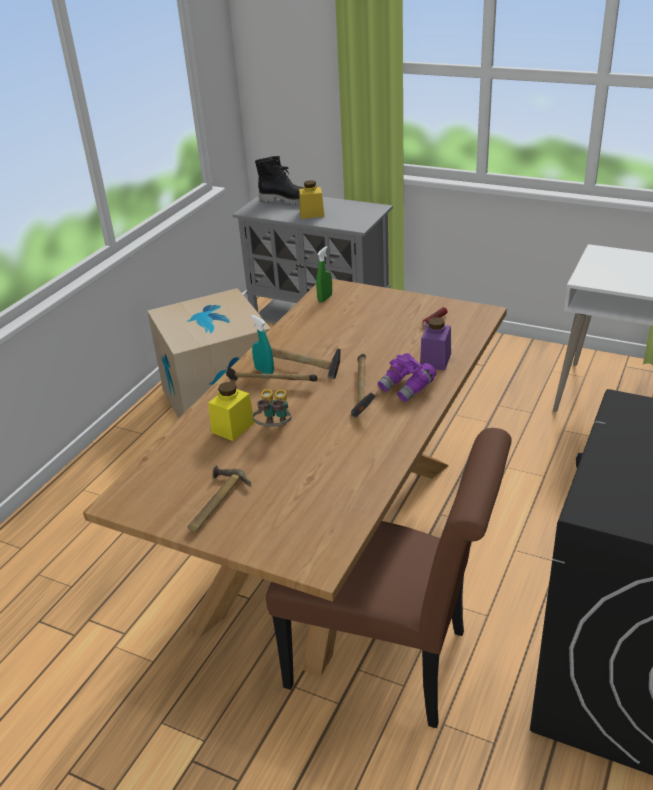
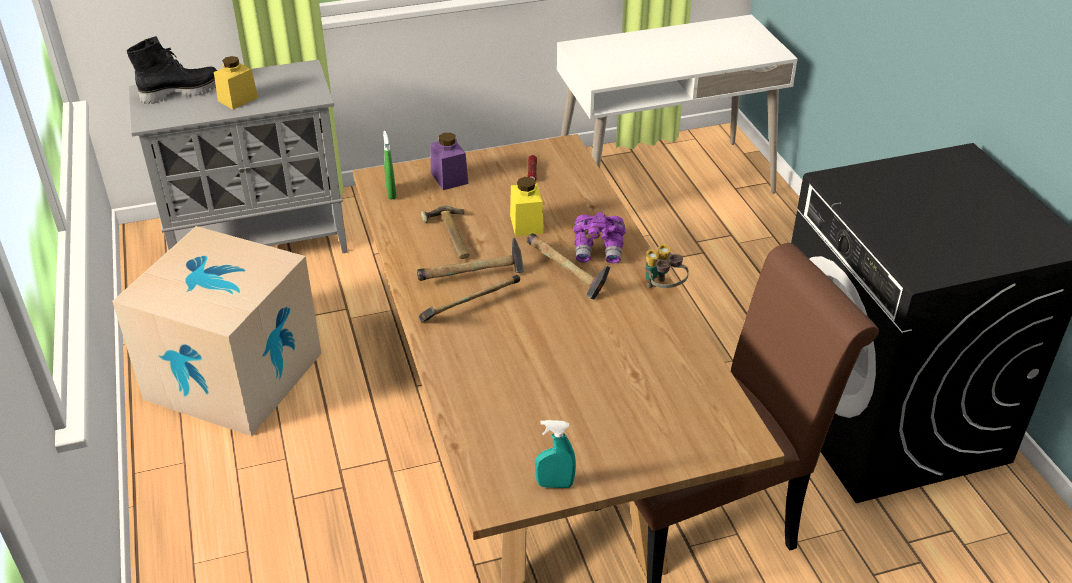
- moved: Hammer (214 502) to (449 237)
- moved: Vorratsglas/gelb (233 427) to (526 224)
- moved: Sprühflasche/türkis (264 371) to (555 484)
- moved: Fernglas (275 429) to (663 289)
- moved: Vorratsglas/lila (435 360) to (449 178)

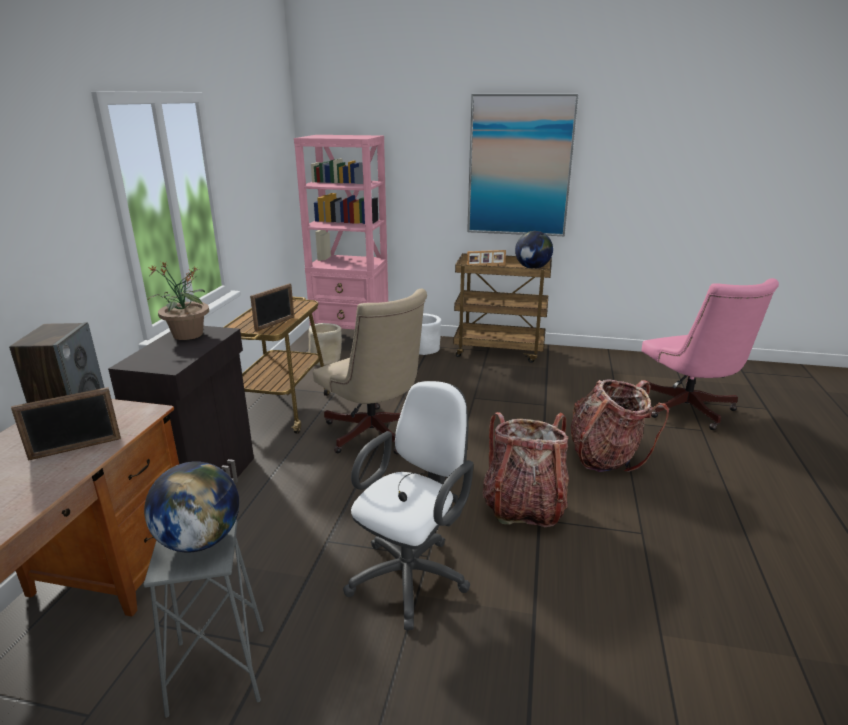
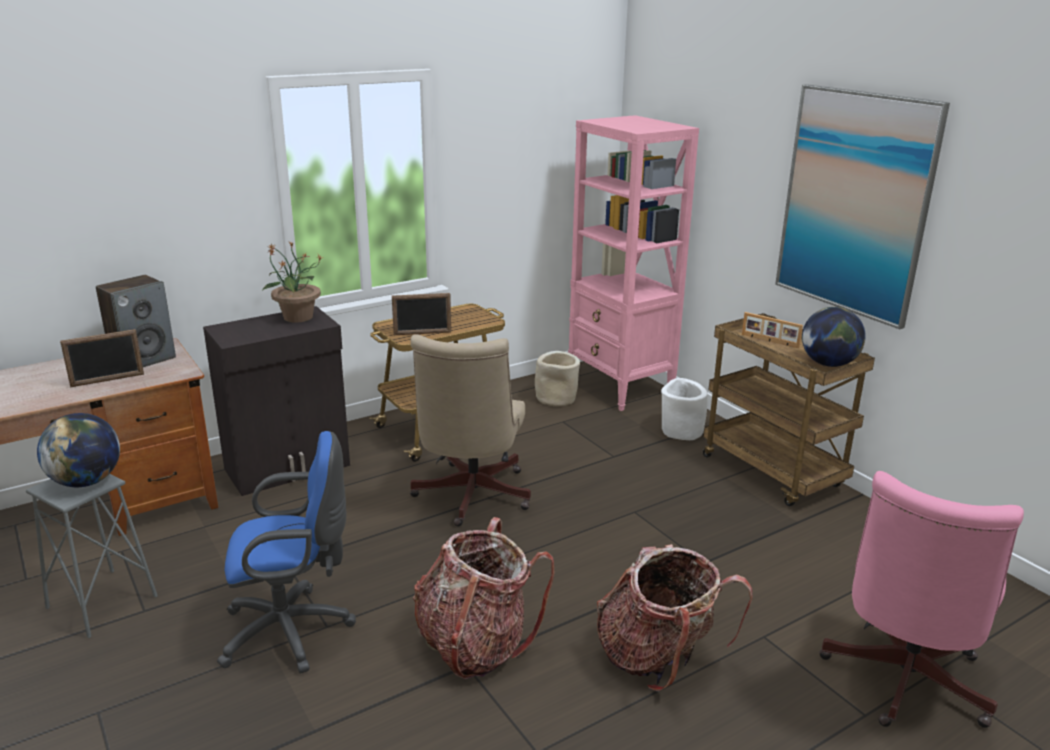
- turned: Bilderrahmen (76 449) = (107 380) 45 degrees counterclockwise
- recoloured: Bürostuhl/weiß (412 574) to Bürostuhl/blau (293 631)

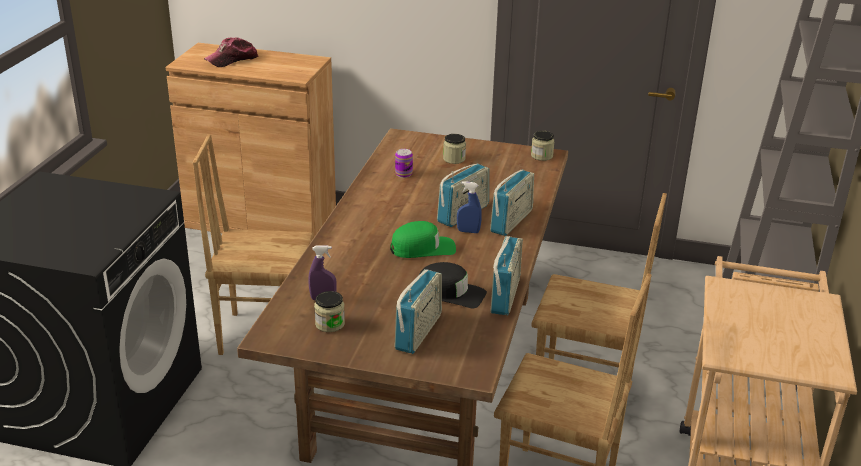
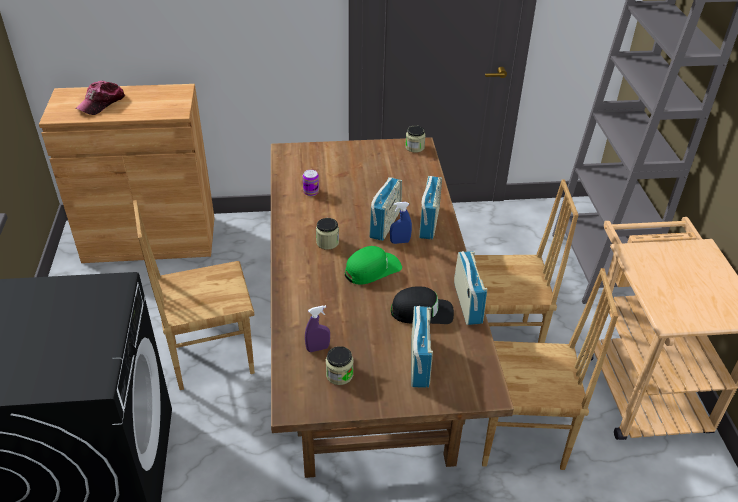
- moved: Vorratsglas (454 159) to (327 242)

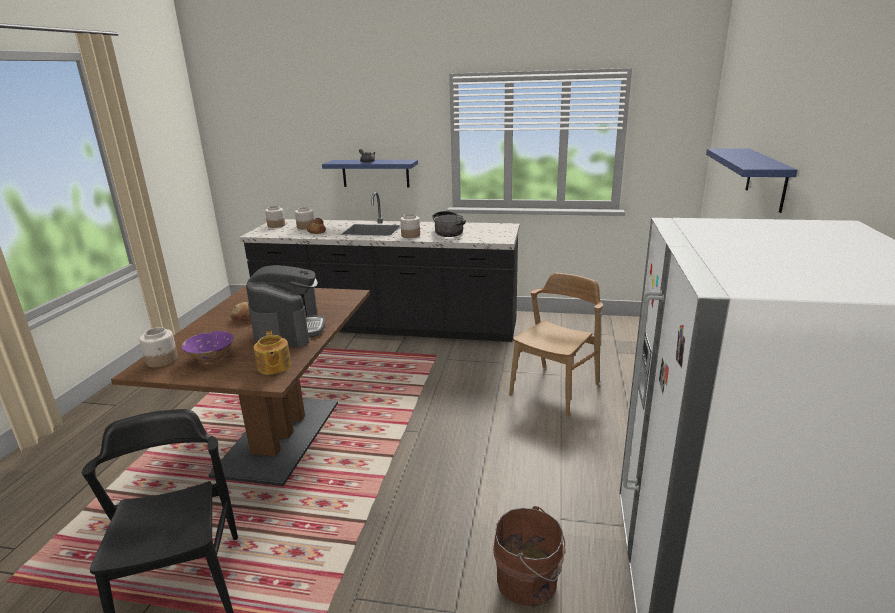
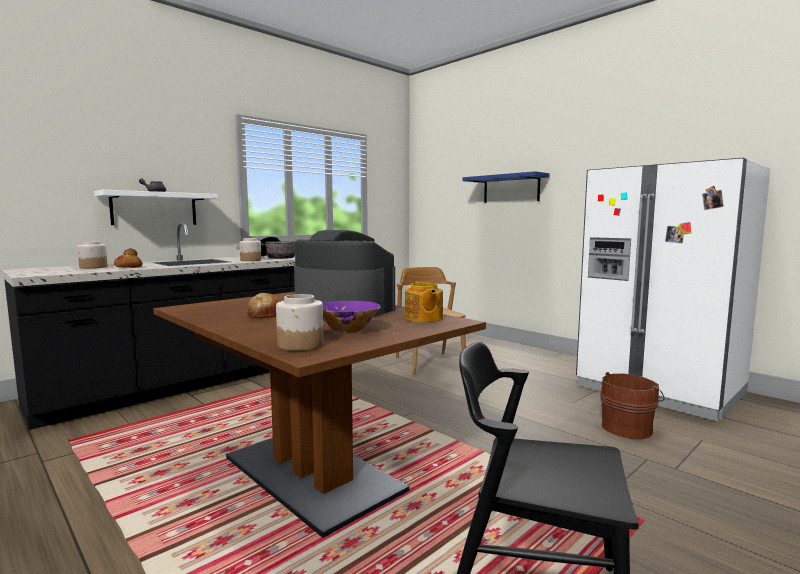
- turned: Teekanne (274 367) = (423 318) 60 degrees clockwise
- removed: Vorratsglas (276 225)
- recoloured: Wandregal/blau (375 173) to Wandregal/weiß (154 209)

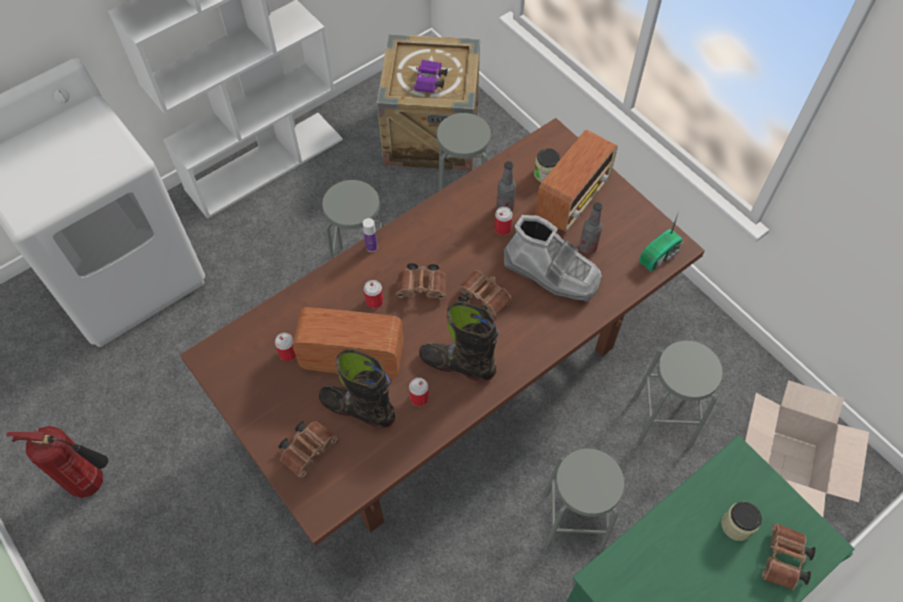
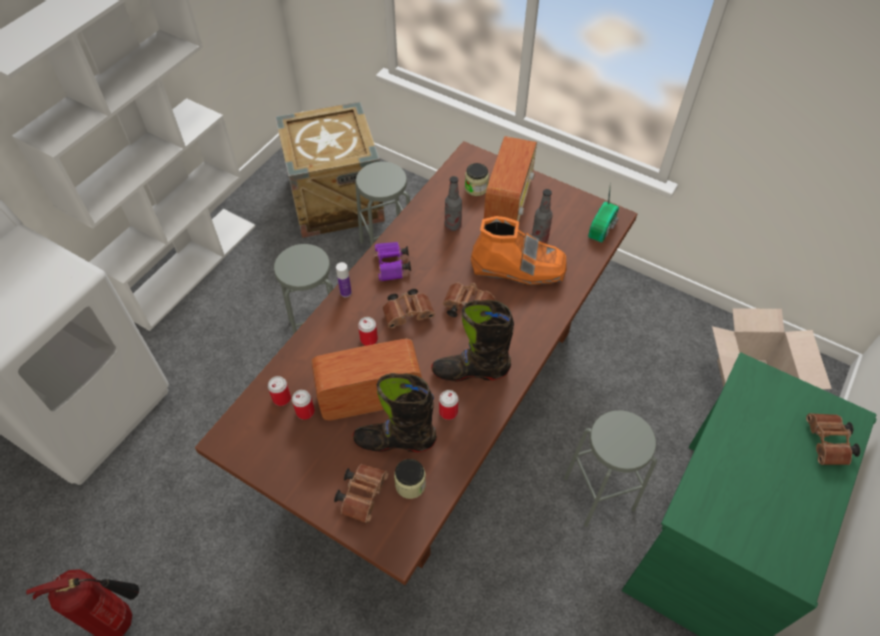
- moved: Fernglas/lila (430 82) to (392 267)
- moved: Dose (502 228) to (281 398)
- recoloured: Stiefel/grau (552 272) to Stiefel/orange (518 267)
- removed: Hocker/grau (662 421)
- moved: Vorratsglas (737 525) to (410 484)

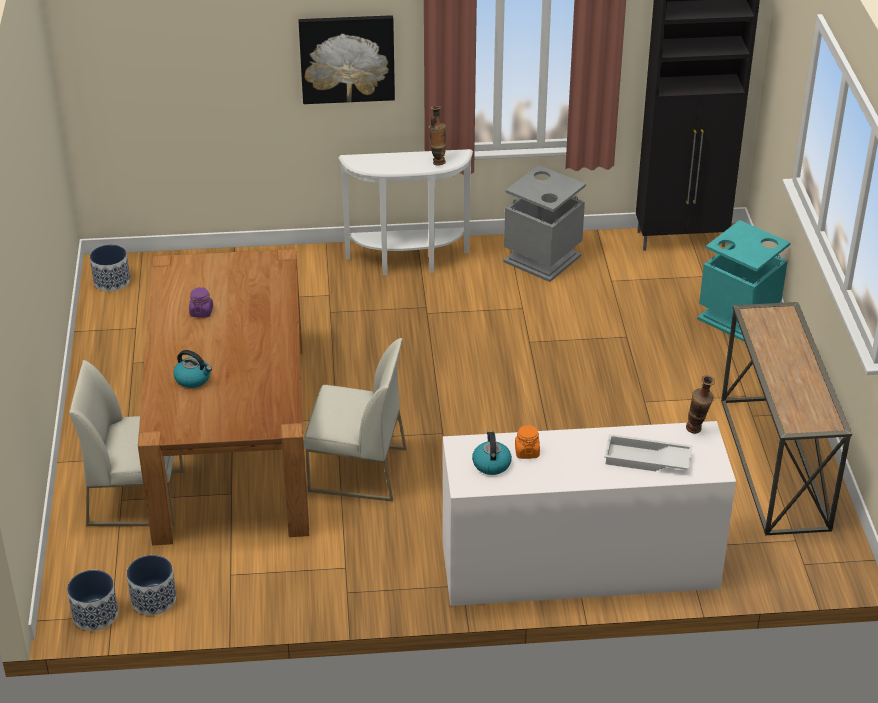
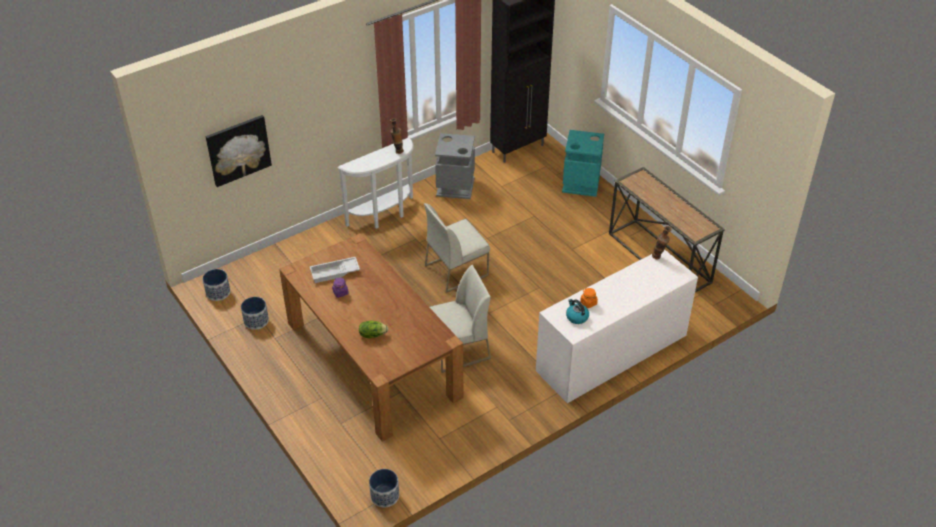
- moved: Stuhl/weiß (137 497) to (456 270)
- moved: Pflanzkübel (153 599) to (256 321)
- replaced: Wasserkessel (193 379) to Salatkopf (372 334)
- moved: Bild (347 58) to (238 150)
- moved: Tablett/weiß (646 460) to (334 273)

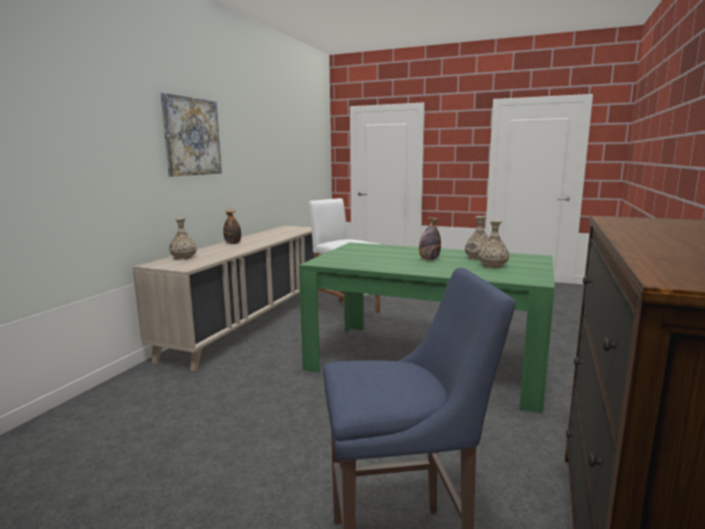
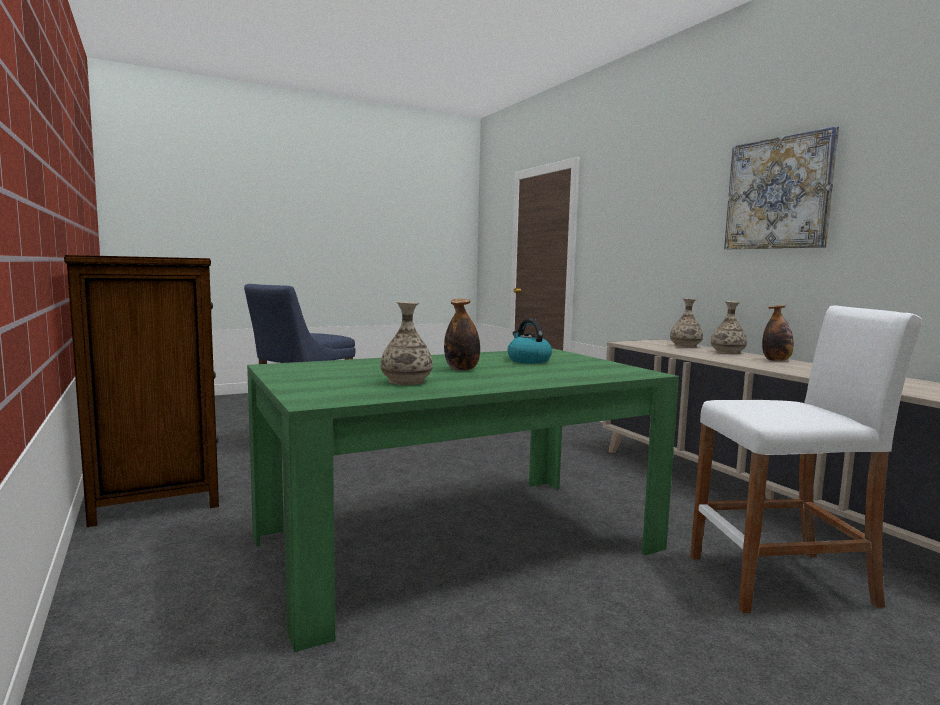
- moved: Vase (492 265) to (728 352)
- added: Wasserkessel (528 360)

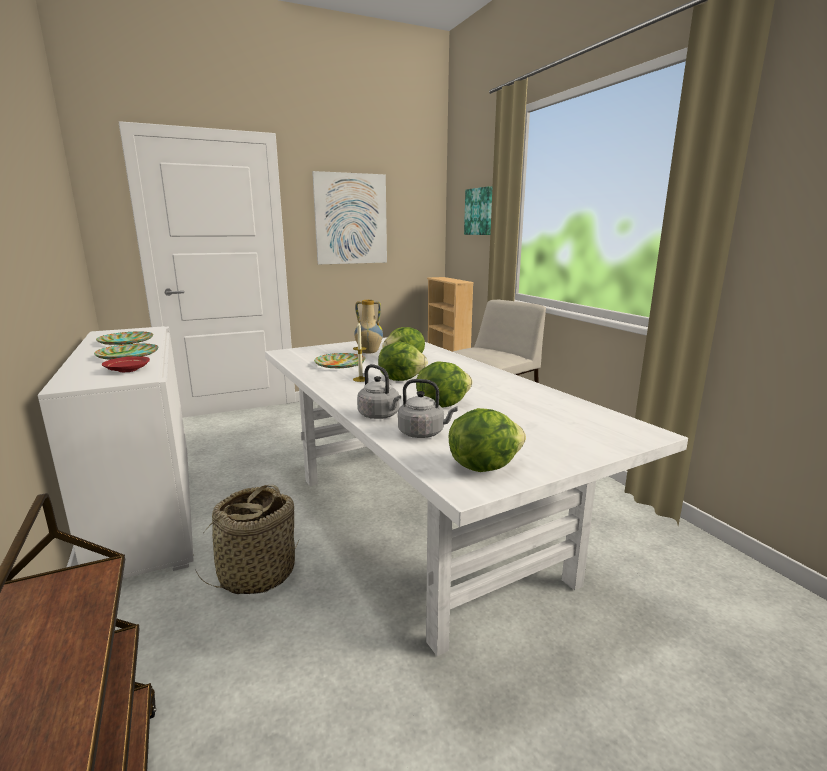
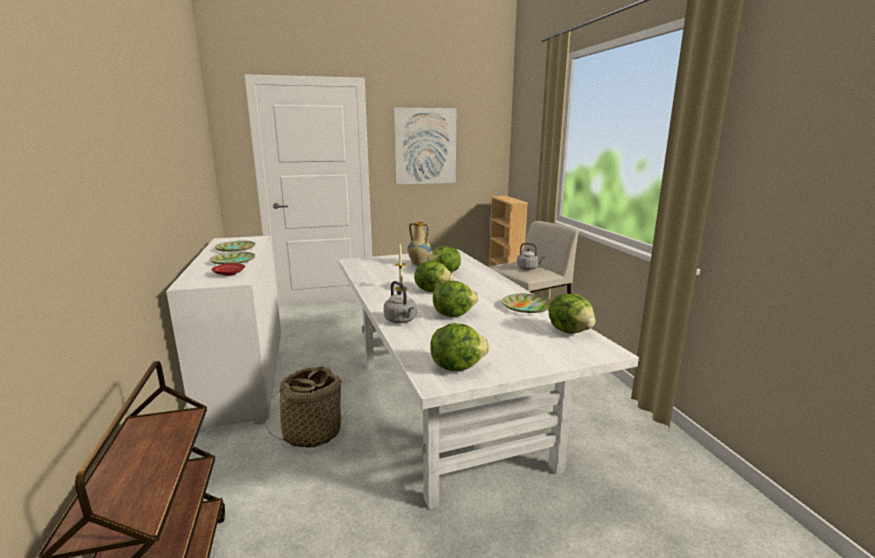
- moved: Teller (340 364) to (527 307)
- moved: Wasserkessel/grau (423 433) to (528 268)
- removed: Bild (479 211)
- added: Salatkopf (570 331)

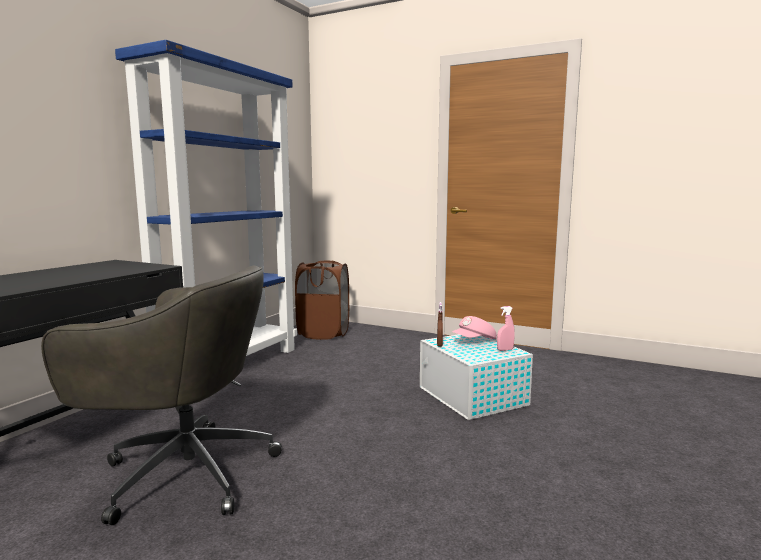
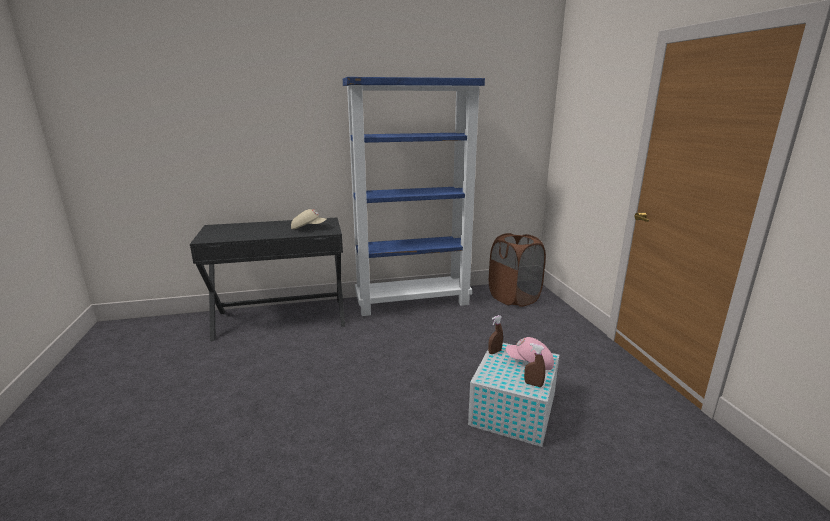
- removed: Bürostuhl/grau (184 472)
- recoloured: Sprühflasche/rosa (505 350) to Sprühflasche/braun (533 384)
- added: Kappe/beige (308 228)

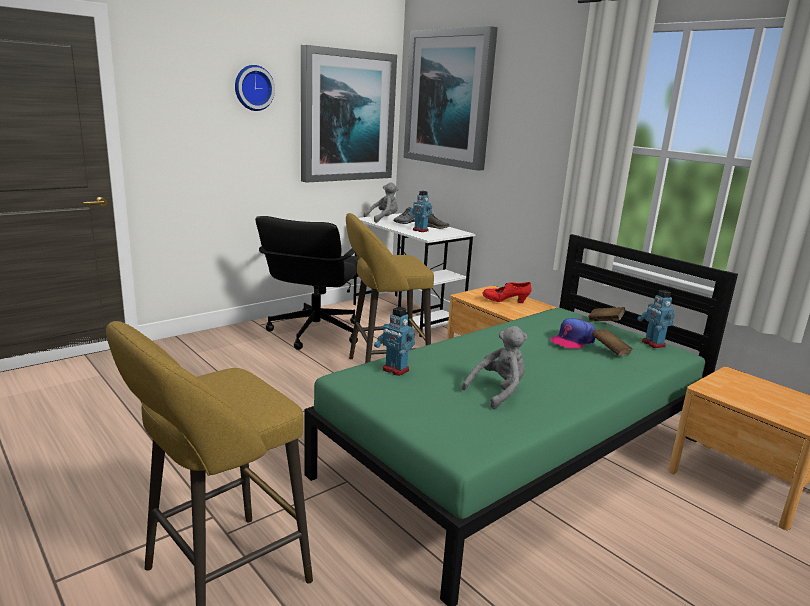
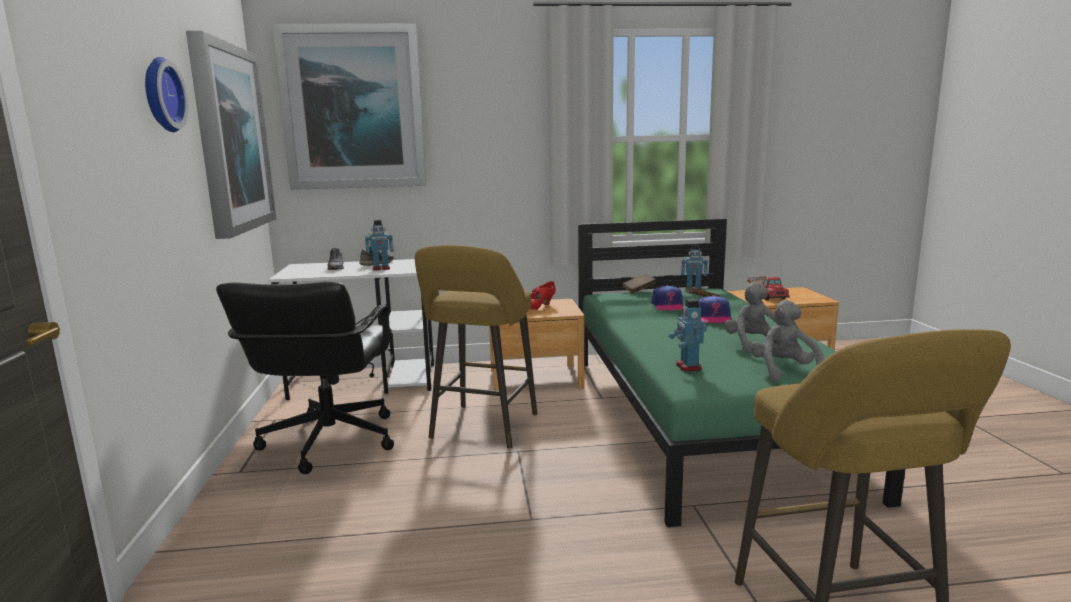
- turned: Bürostuhl/schwarz (314 332) = (328 441) 45 degrees clockwise
- moved: Plüschtier/grau (383 219) to (784 372)
- turned: Spielzeugroboter (395 370) = (688 367) 105 degrees clockwise
- added: Kappe (714 318)
- added: Spielzeuglaster (767 295)

